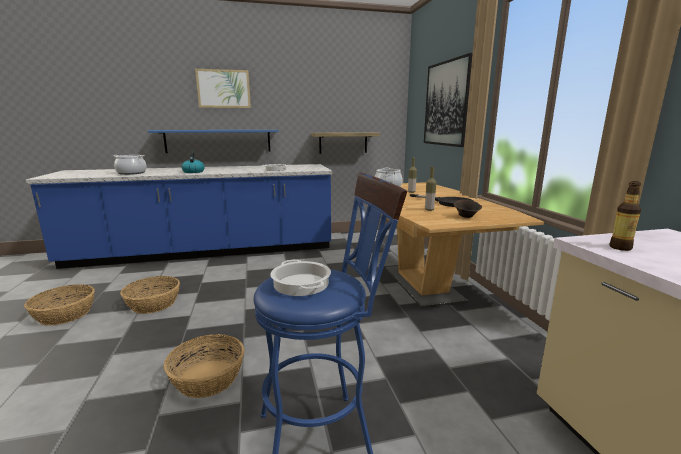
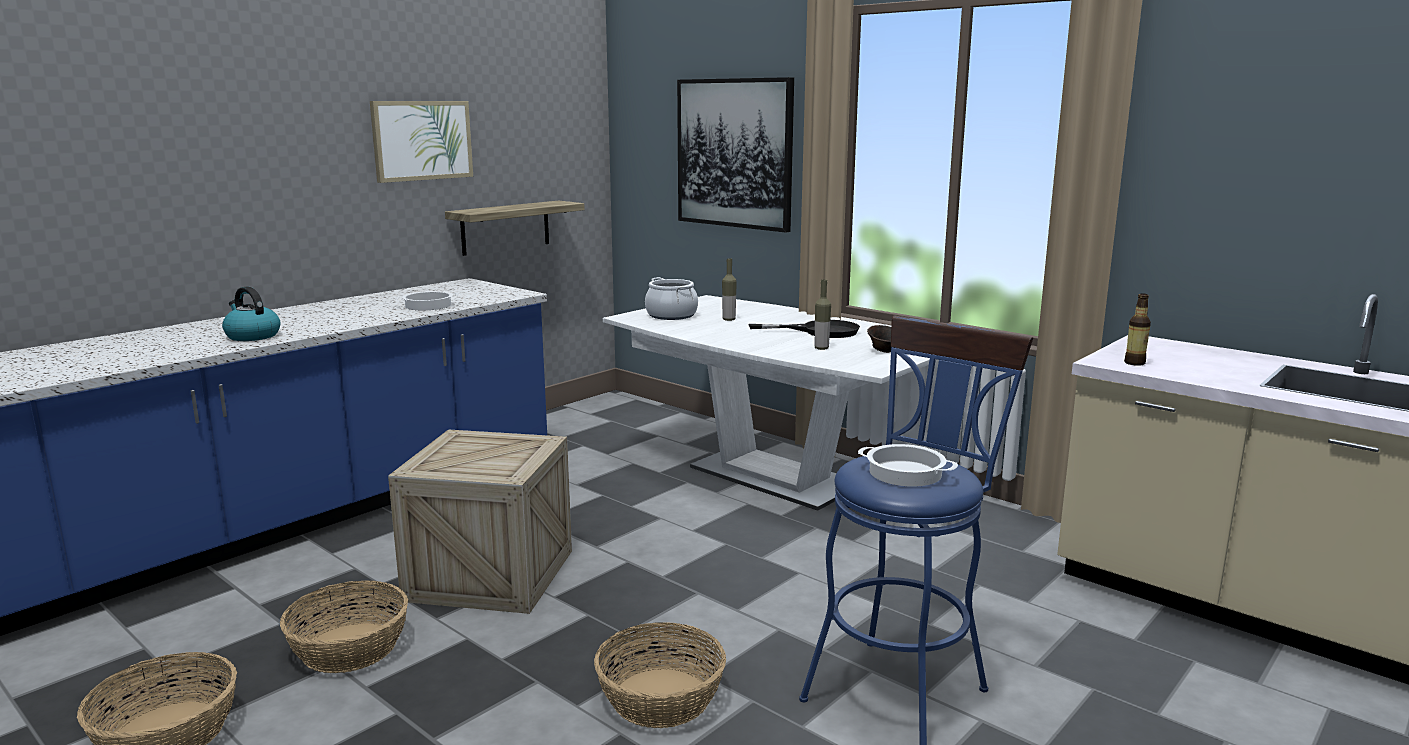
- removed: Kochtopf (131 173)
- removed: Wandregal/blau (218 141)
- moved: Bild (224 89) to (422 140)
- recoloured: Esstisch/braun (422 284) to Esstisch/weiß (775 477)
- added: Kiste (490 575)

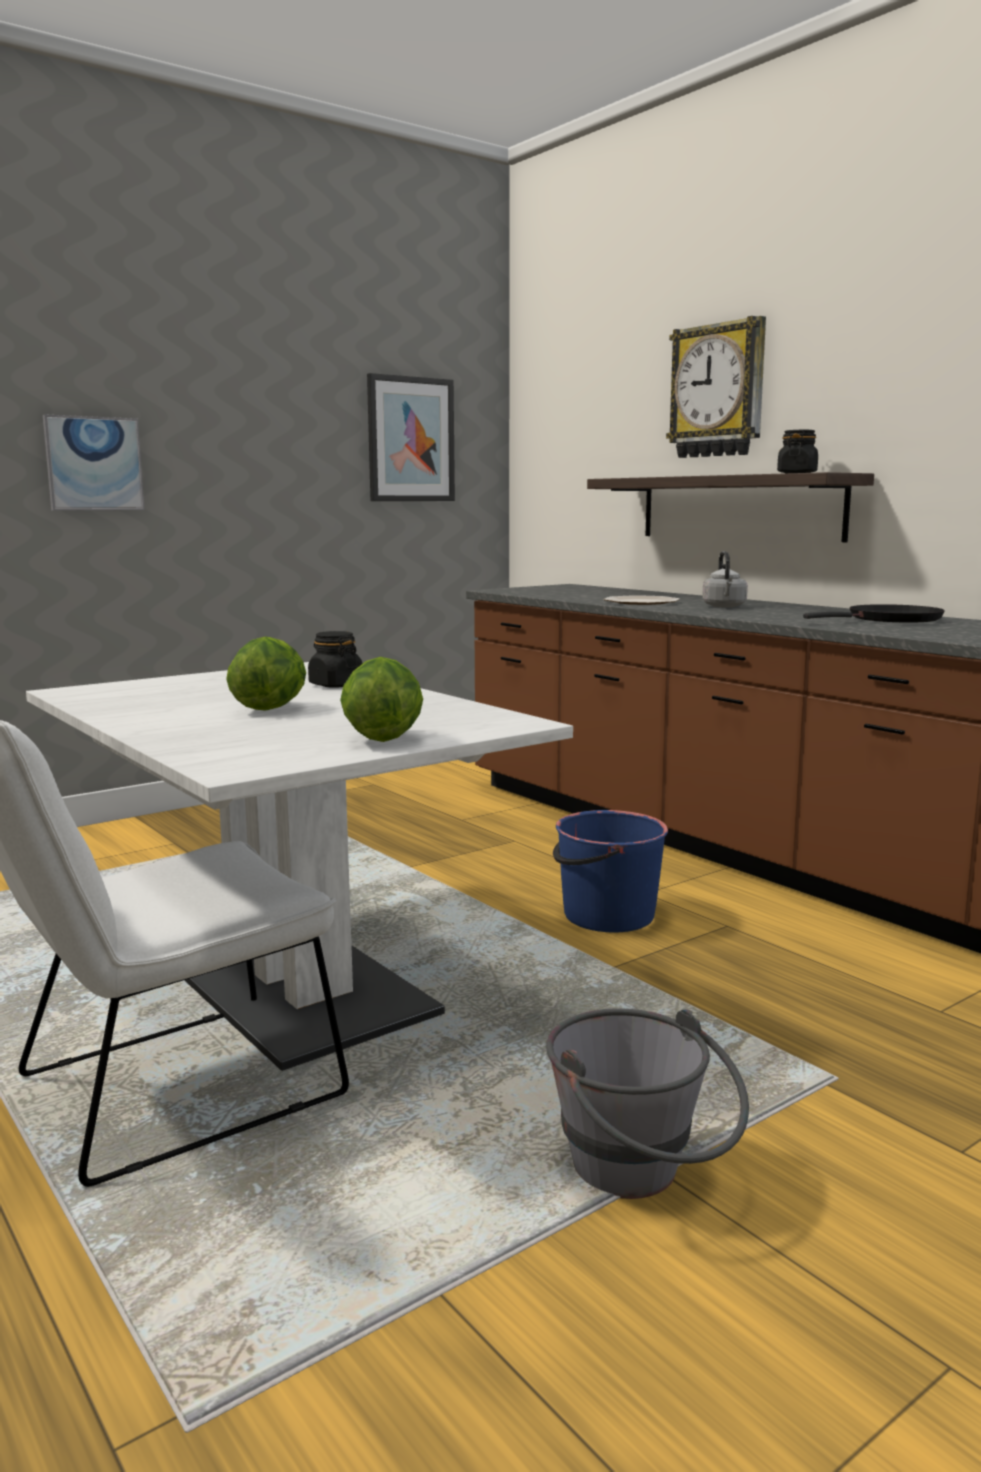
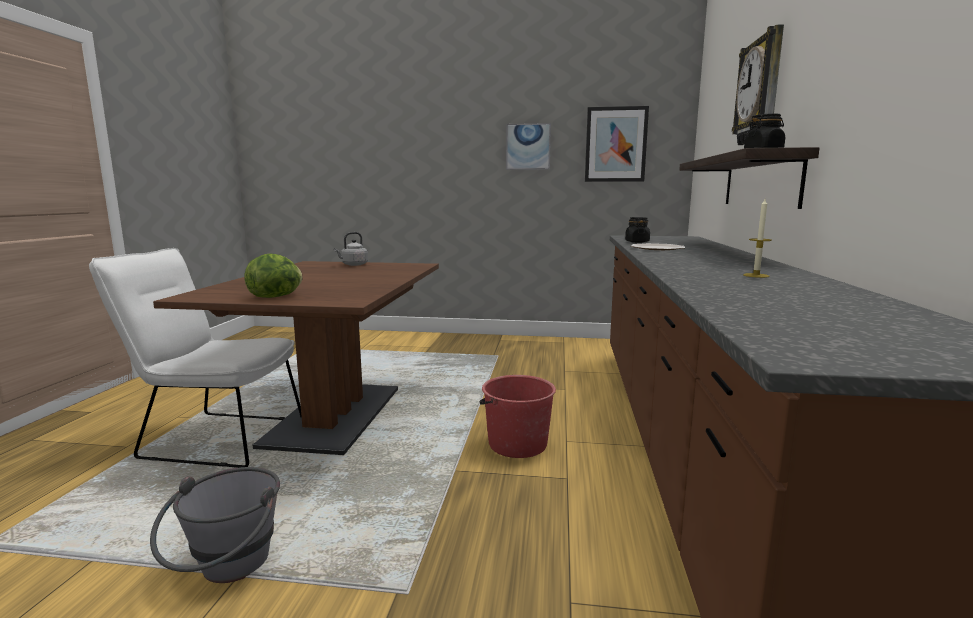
- recoloured: Esstisch/weiß (288 982) to Esstisch/braun (335 416)
- moved: Bild (94 464) to (528 147)
- removed: Salatkopf (270 708)
- moved: Vorratsglas/schwarz (335 685) to (637 242)
- recoloured: Eimer/blau (607 916) to Eimer/rot (516 444)
- moved: Wasserkessel/grau (724 606) to (353 265)
- replaced: Pfanne/schwarz (889 620) to Kerze (756 275)

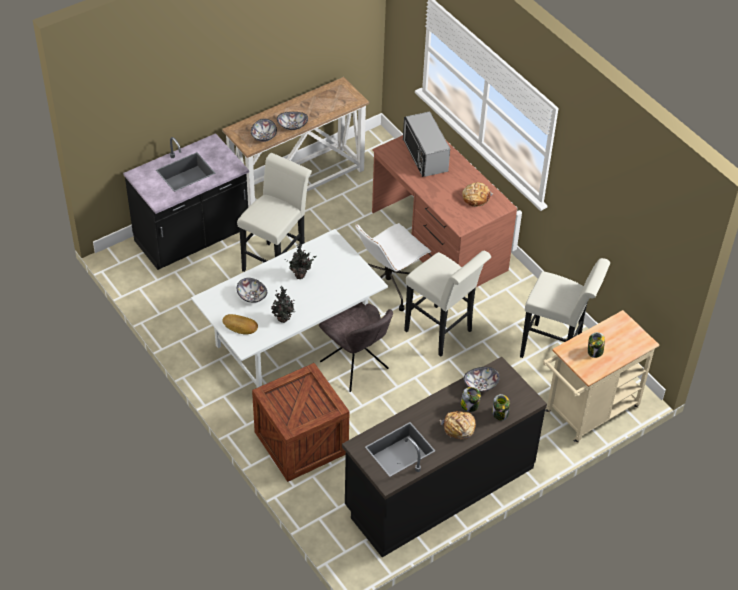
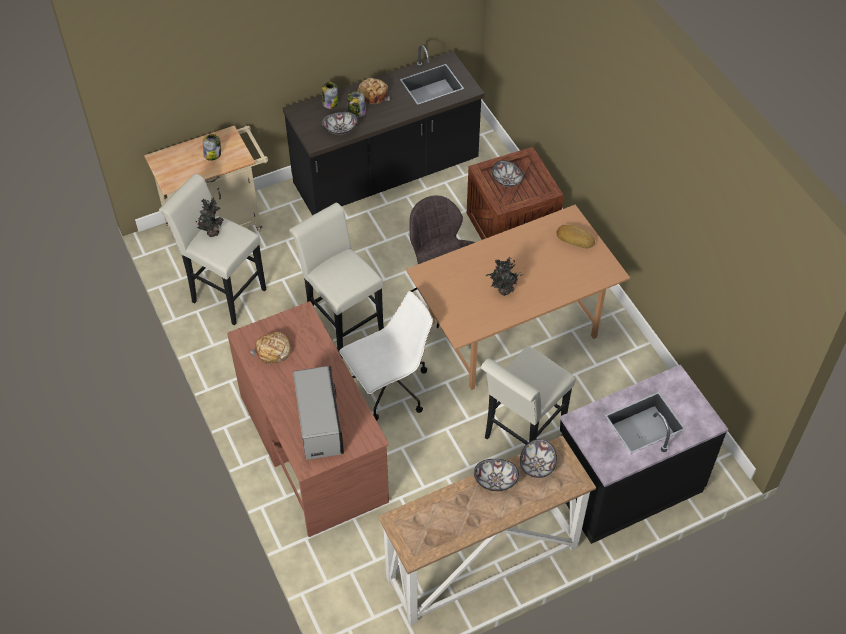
- recoloured: Esstisch/weiß (291 346) to Esstisch/braun (512 328)
- moved: Schüssel (252 296) to (506 180)
- moved: Topfpflanze (284 319) to (212 232)

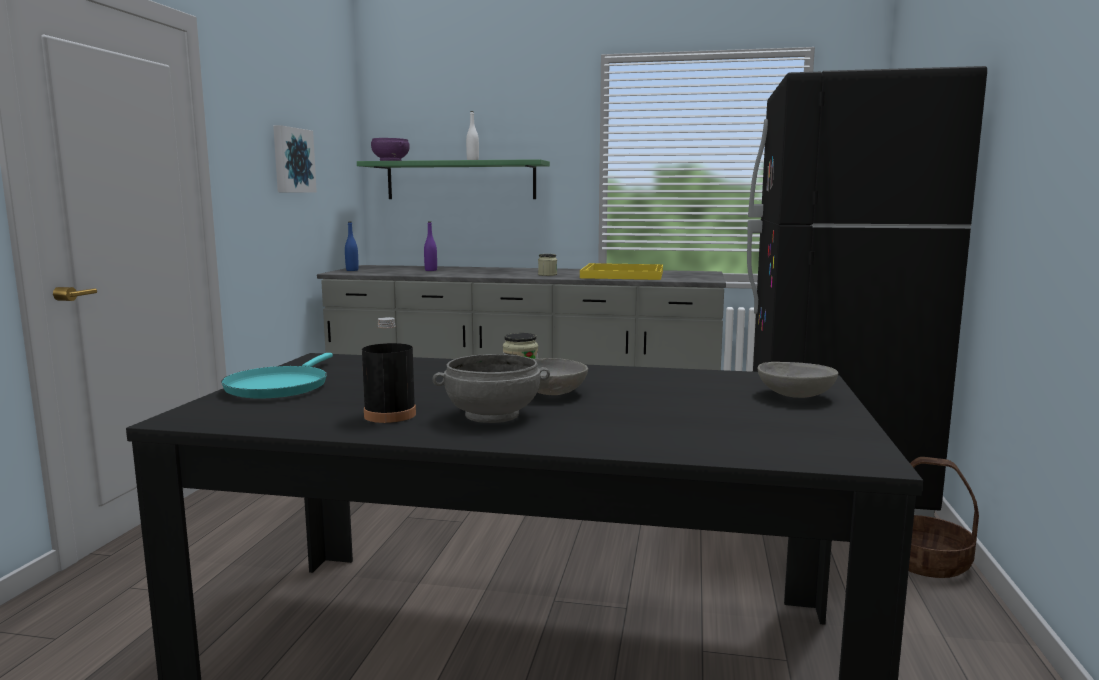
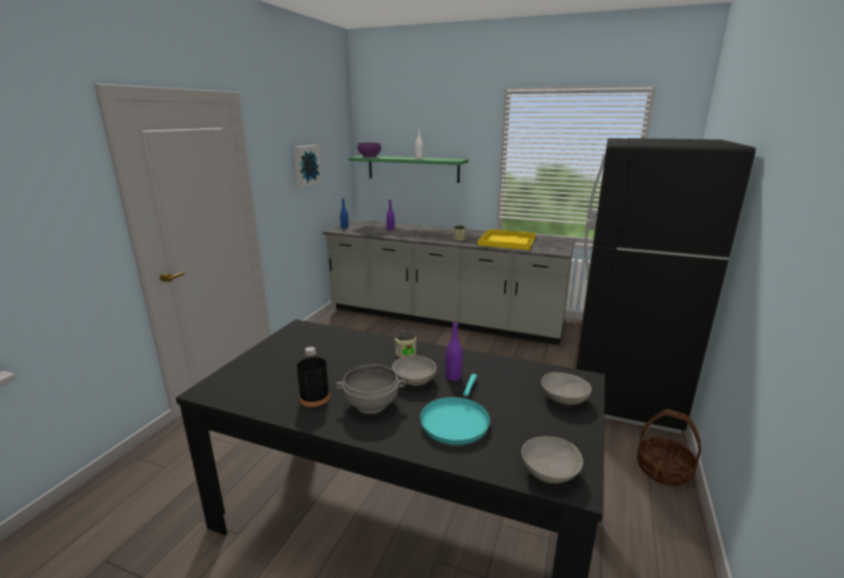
- moved: Pfanne/türkis (279 386) to (455 420)
- added: Flasche/lila (453 377)
- added: Schüssel/grau (549 472)

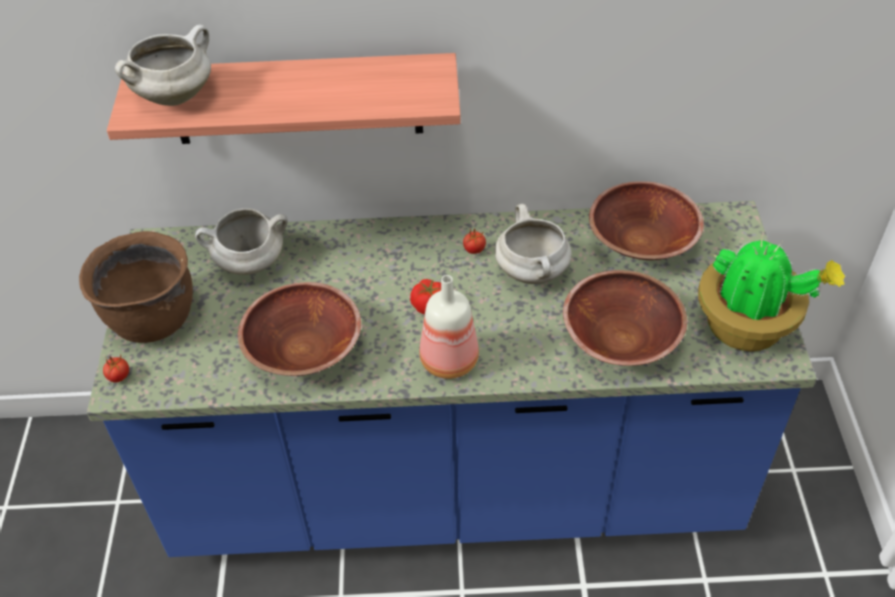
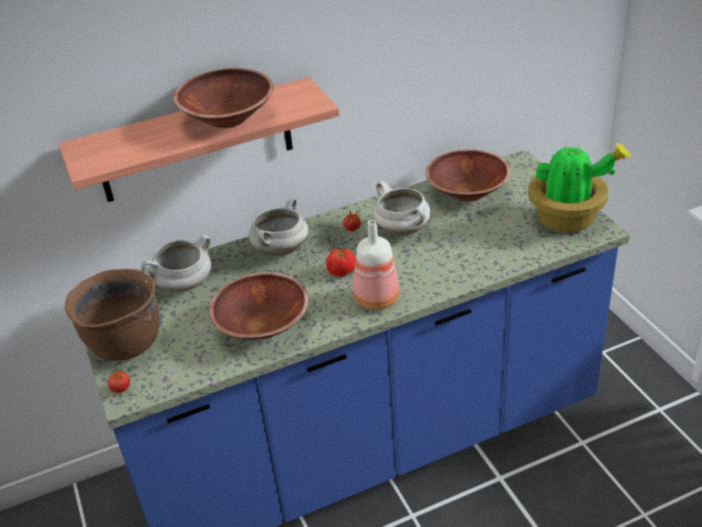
- moved: Kochtopf/weiß (175 95) to (281 249)
- moved: Schüssel/braun (620 338) to (228 118)

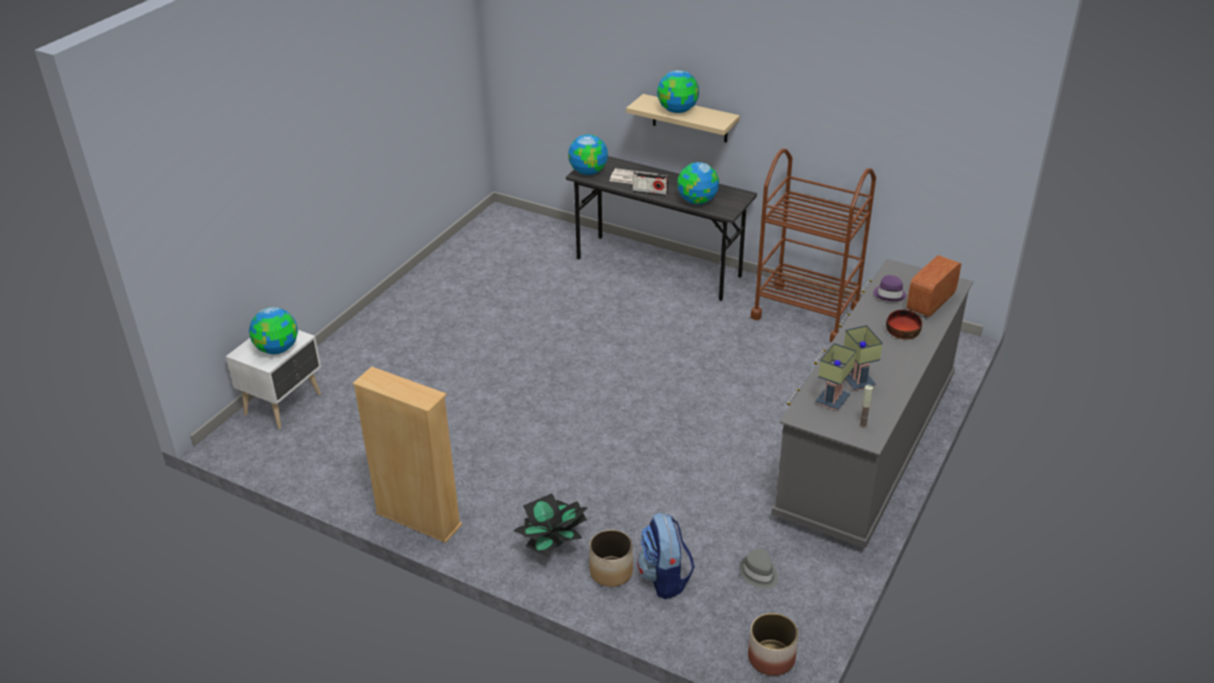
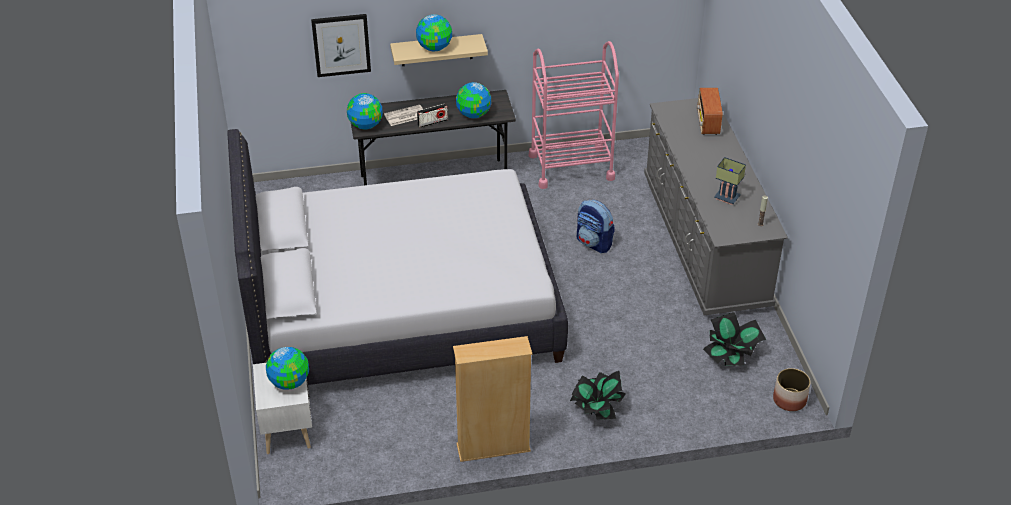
- removed: Pflanzkübel (611 572)
- moved: Rucksack (665 578) to (594 243)
- replaced: Hut/grau (758 573) to Topfpflanze (731 356)
- recoloured: Rollwagen/braun (806 312) to Rollwagen/rosa (571 166)
- removed: Tischlampe (831 399)
- removed: Hut/lila (889 294)
- removed: Schüssel (902 331)
- added: Bett/weiß (401 310)
- added: Bild (341 45)

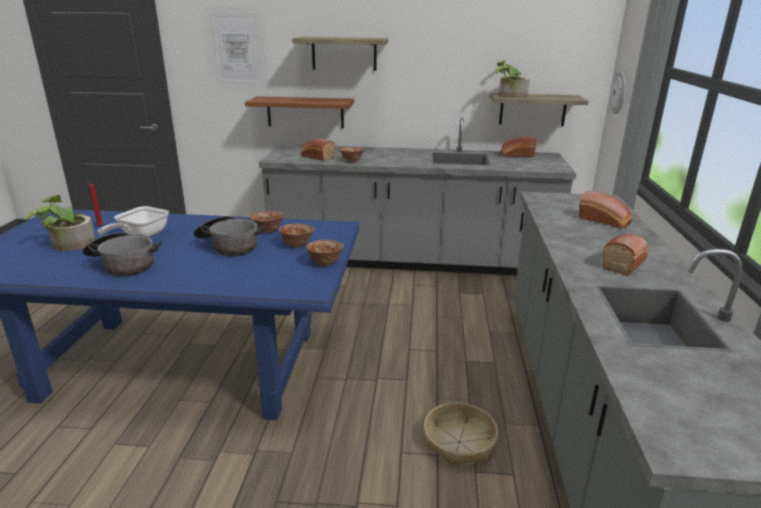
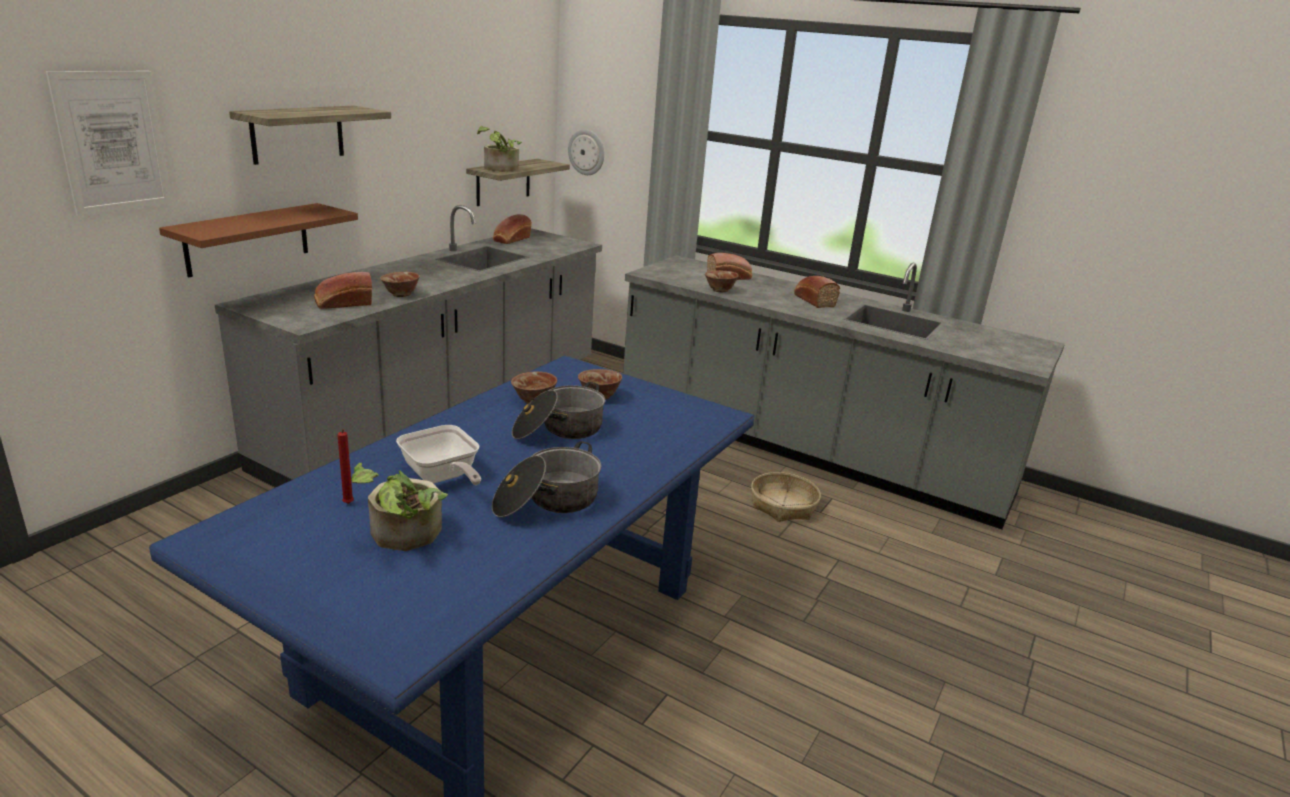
- moved: Schüssel (325 263) to (719 290)

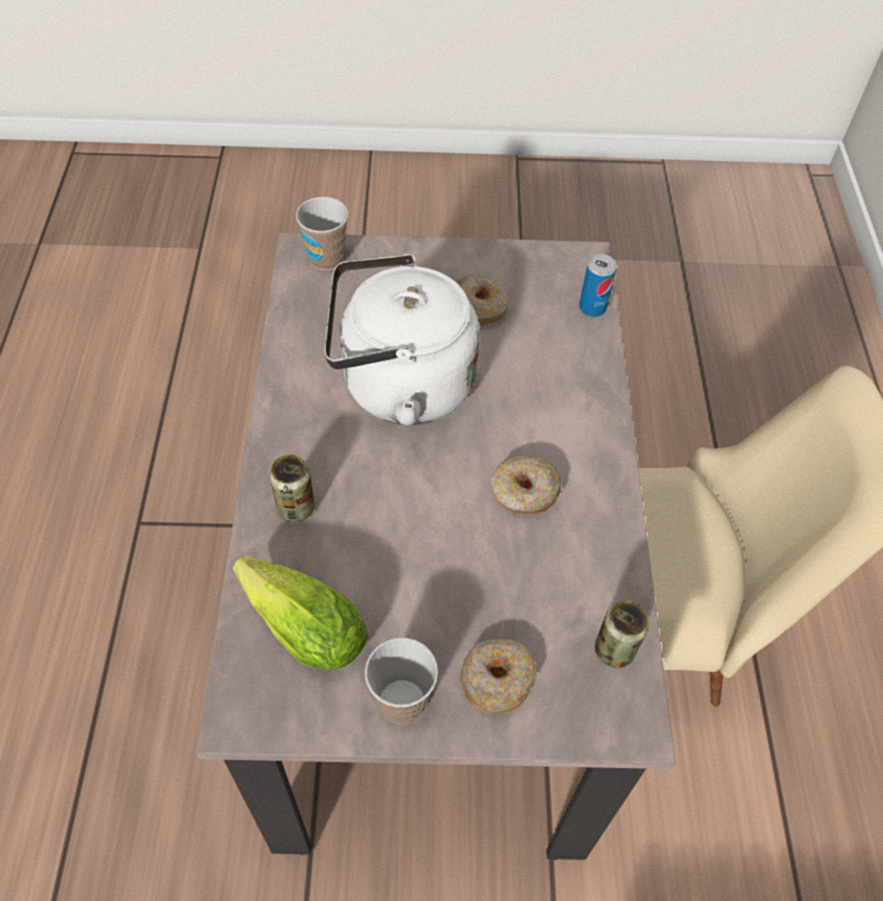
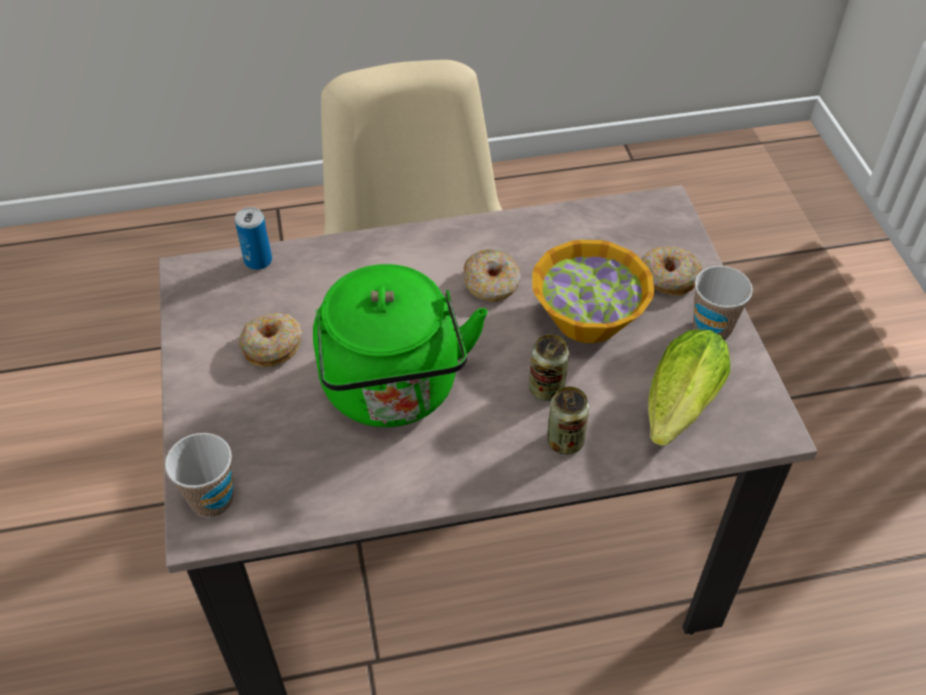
- recoloured: Wasserkessel/weiß (399 385) to Wasserkessel/grün (393 391)
- moved: Dose (614 650) to (546 389)
- added: Schüssel (586 318)

